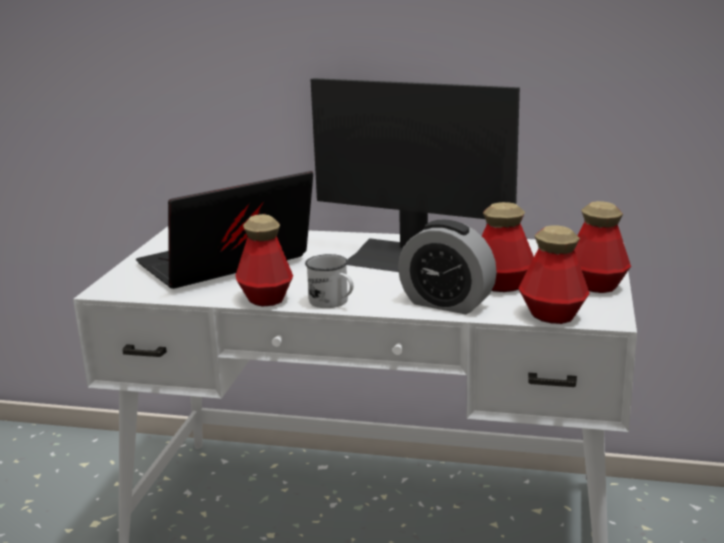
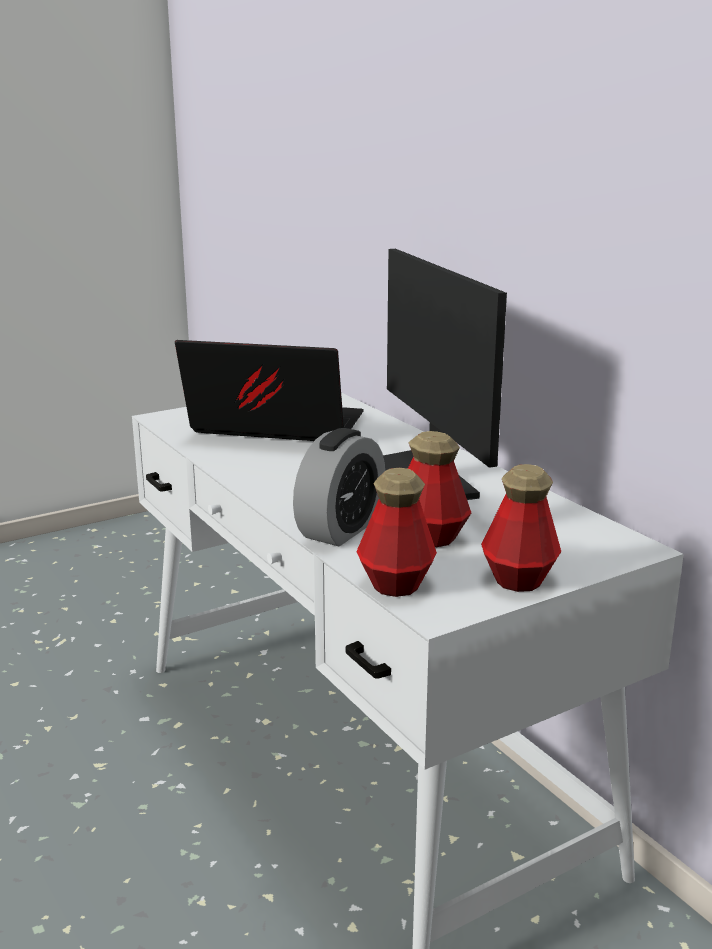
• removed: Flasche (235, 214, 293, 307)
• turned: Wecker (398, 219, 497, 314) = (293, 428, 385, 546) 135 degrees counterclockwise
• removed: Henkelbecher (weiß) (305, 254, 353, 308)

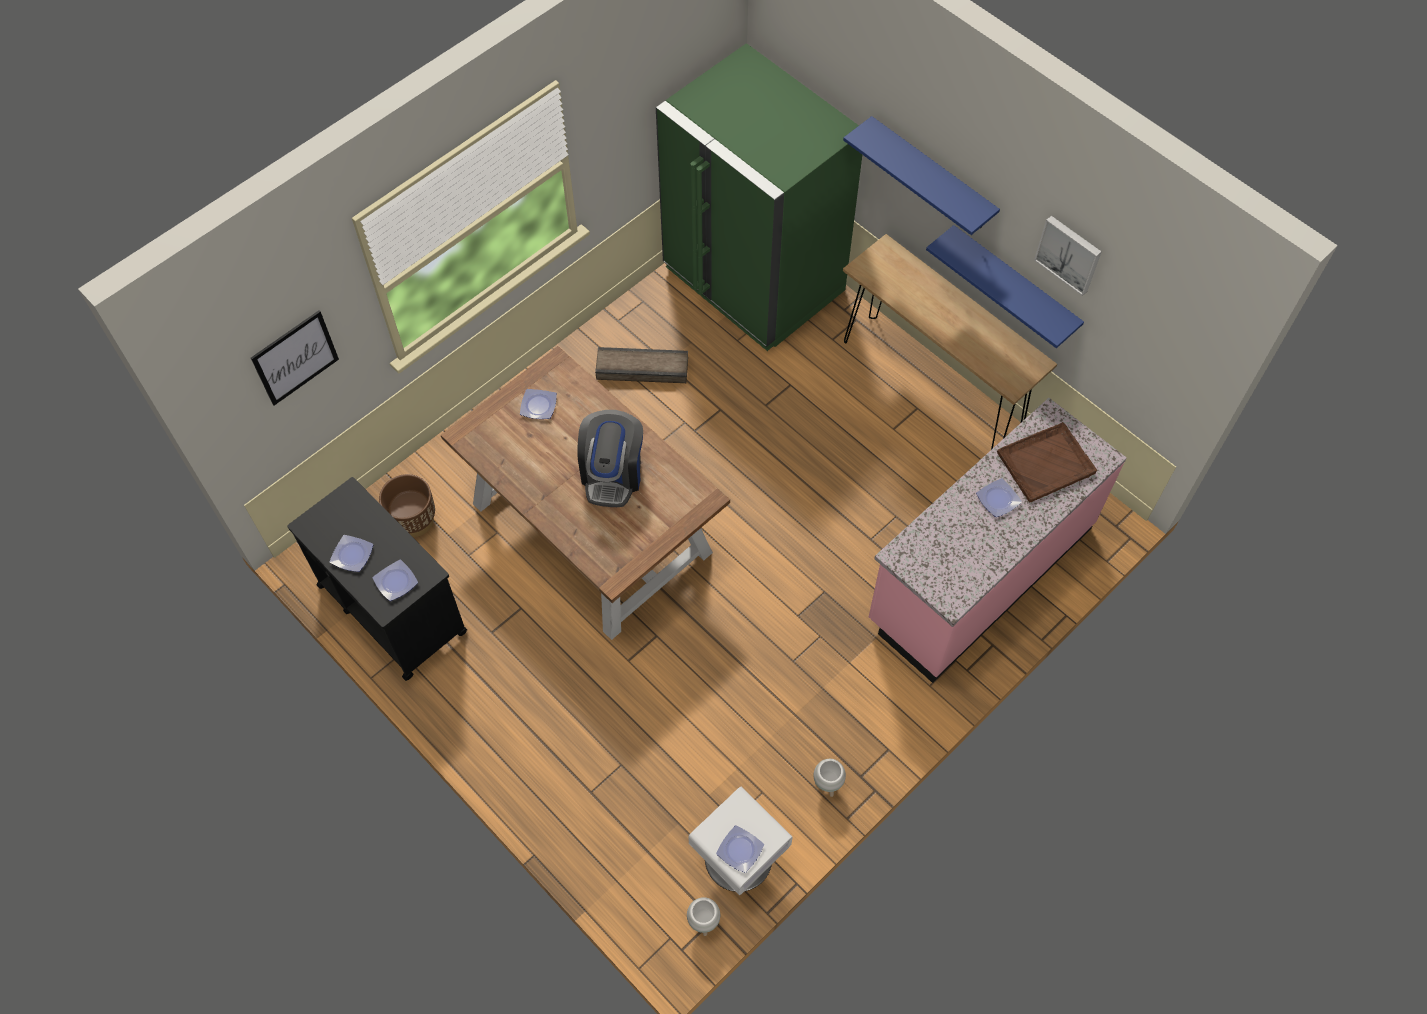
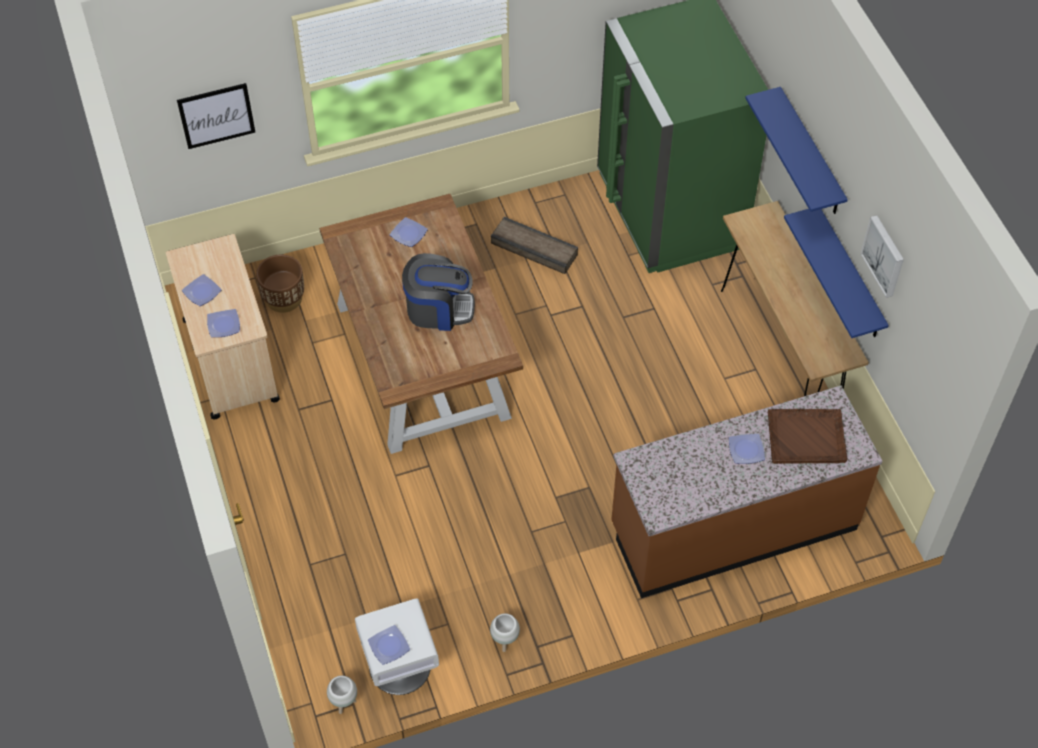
• recoloured: Küchenzeile (rosa) (869, 398, 1127, 683) to Küchenzeile (braun) (611, 386, 882, 598)
• turned: Kaffeemaschine (577, 410, 643, 507) = (402, 253, 475, 331) 120 degrees counterclockwise
• recoloured: Rollwagen (schwarz) (287, 477, 467, 681) to Rollwagen (beige) (166, 234, 280, 419)

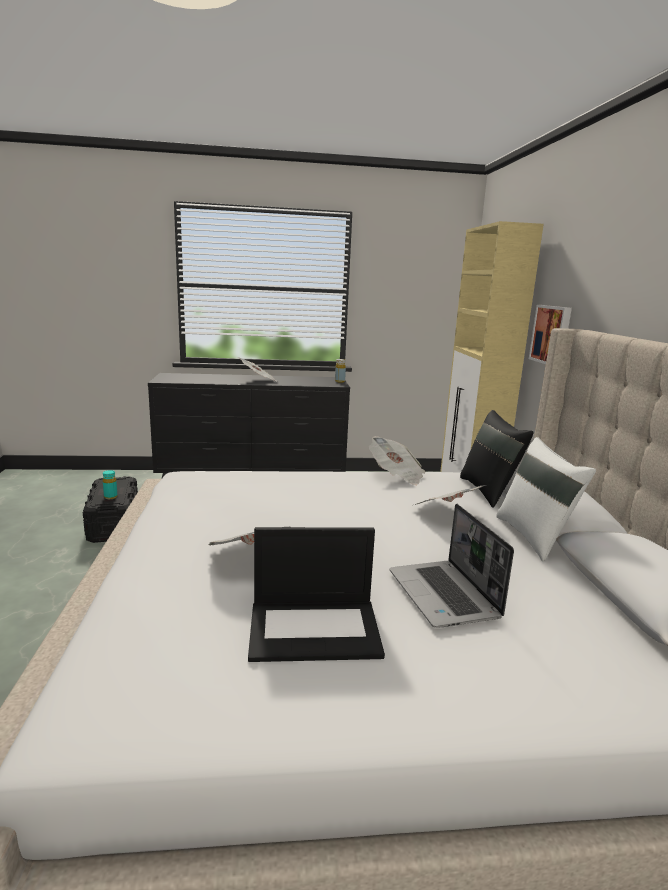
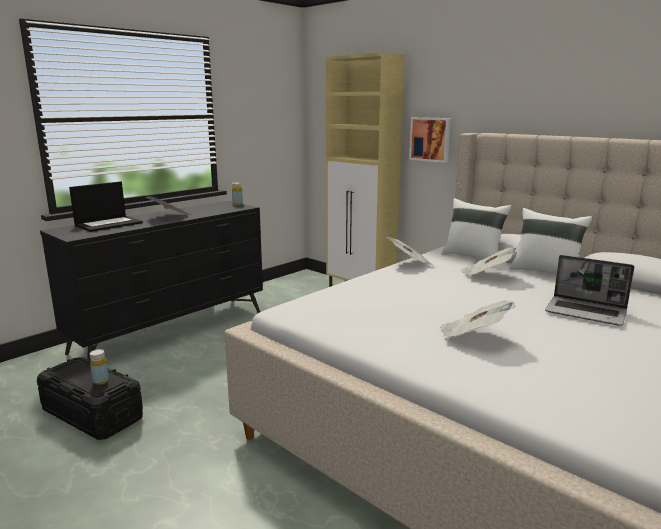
• recoloured: Kissen (schwarz) (460, 410, 534, 508) to Kissen (weiß) (442, 198, 512, 260)
• recoloured: Flasche (türkis) (103, 470, 118, 499) to Flasche (gelb) (90, 349, 109, 385)
• moved: Laptop (248, 527, 385, 662) to (69, 181, 143, 232)

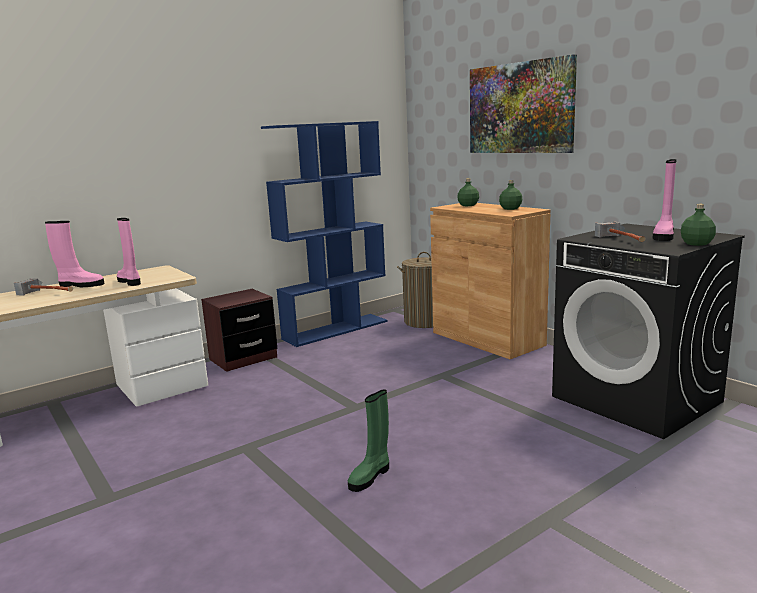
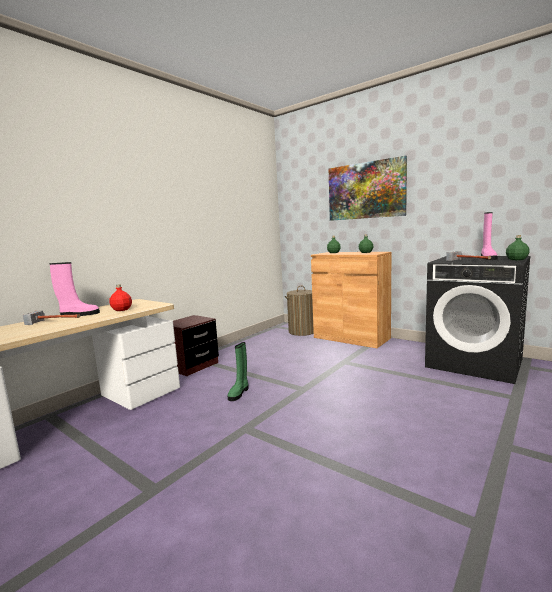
• removed: Bücherregal (blau) (261, 121, 388, 347)
• replaced: Stiefel (rosa) (117, 218, 141, 286) to Flasche (rot) (109, 284, 132, 311)
• moved: Stiefel (grün) (348, 389, 389, 492) to (228, 342, 249, 401)

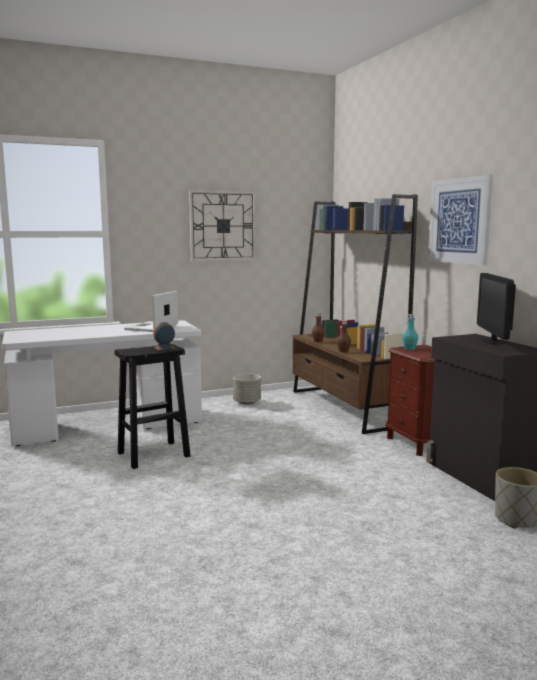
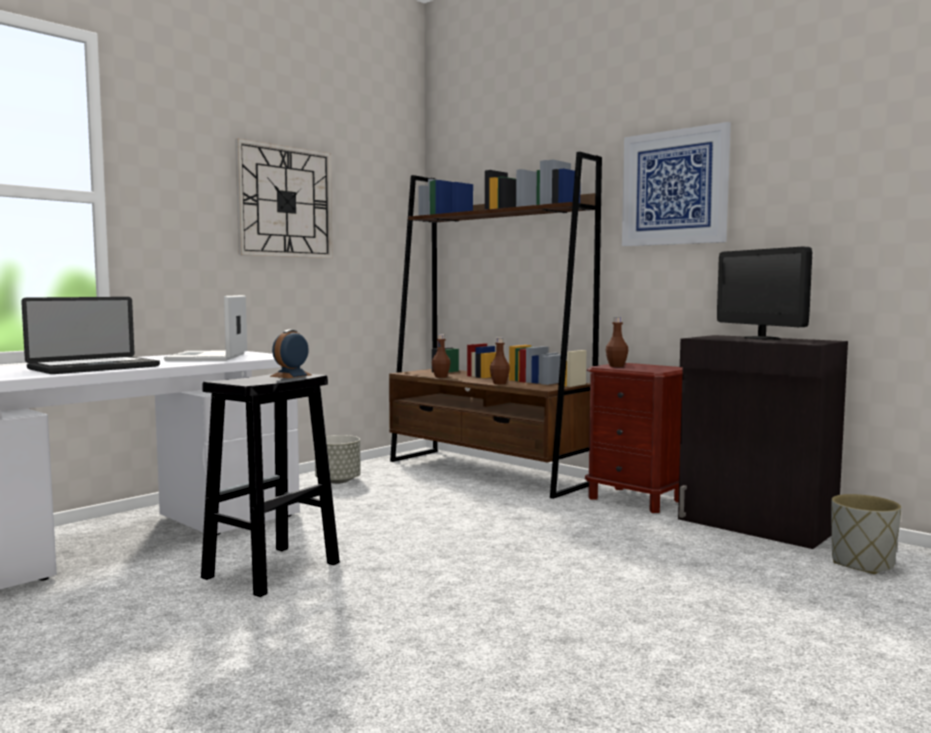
• recoloured: Flasche (türkis) (402, 314, 418, 350) to Flasche (braun) (606, 317, 628, 367)
• added: Laptop (21, 297, 160, 374)

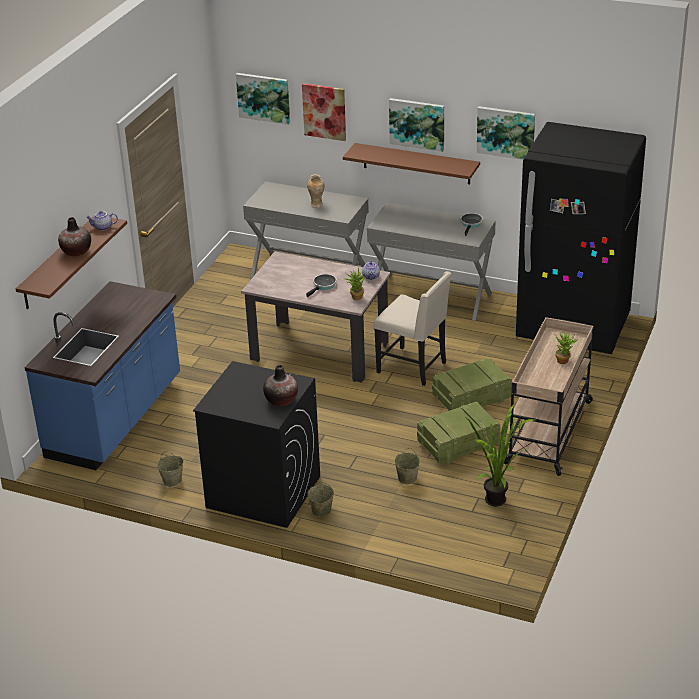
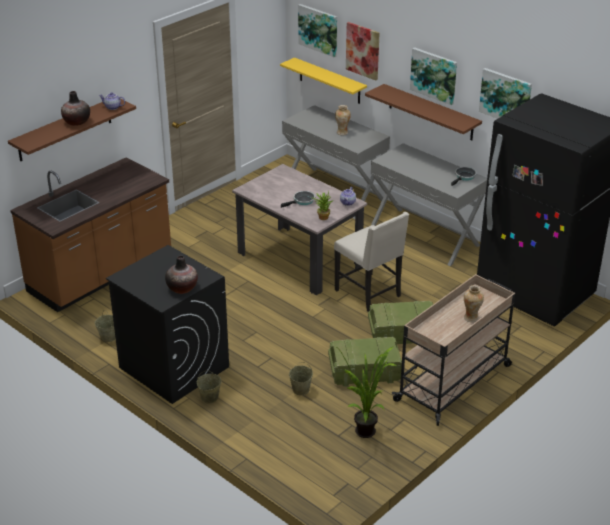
• recoloured: Küchenzeile (blau) (24, 281, 180, 470) to Küchenzeile (braun) (10, 157, 171, 312)
• replaced: Topfpflanze (554, 332, 578, 364) to Vase (464, 285, 484, 322)
• added: Wandregal (gelb) (280, 58, 367, 104)

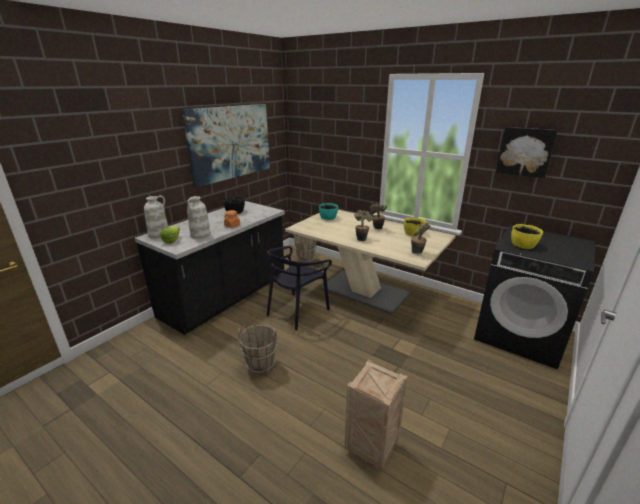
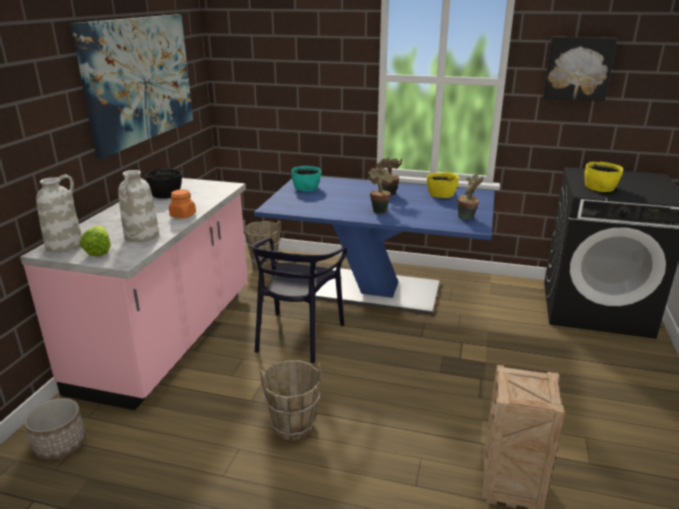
• recoloured: Küchenzeile (schwarz) (135, 201, 285, 335) to Küchenzeile (rosa) (20, 178, 248, 410)
• recoloured: Esstisch (beige) (285, 210, 456, 315) to Esstisch (blau) (254, 176, 495, 315)
• added: Pflanzkübel (24, 398, 86, 460)

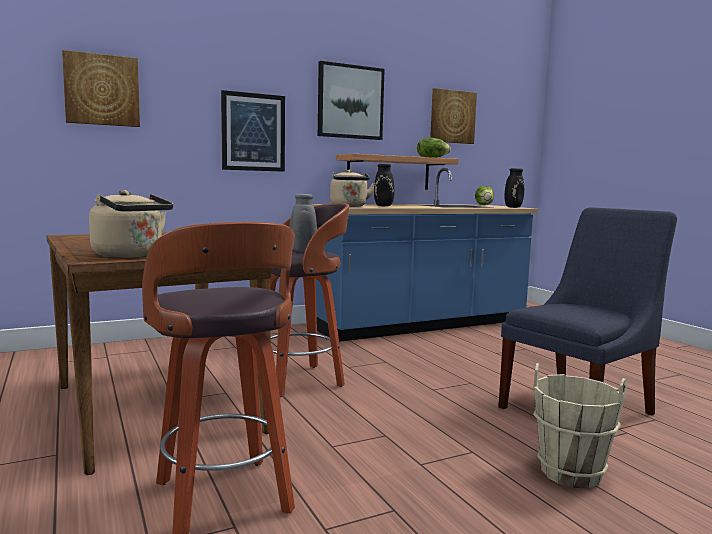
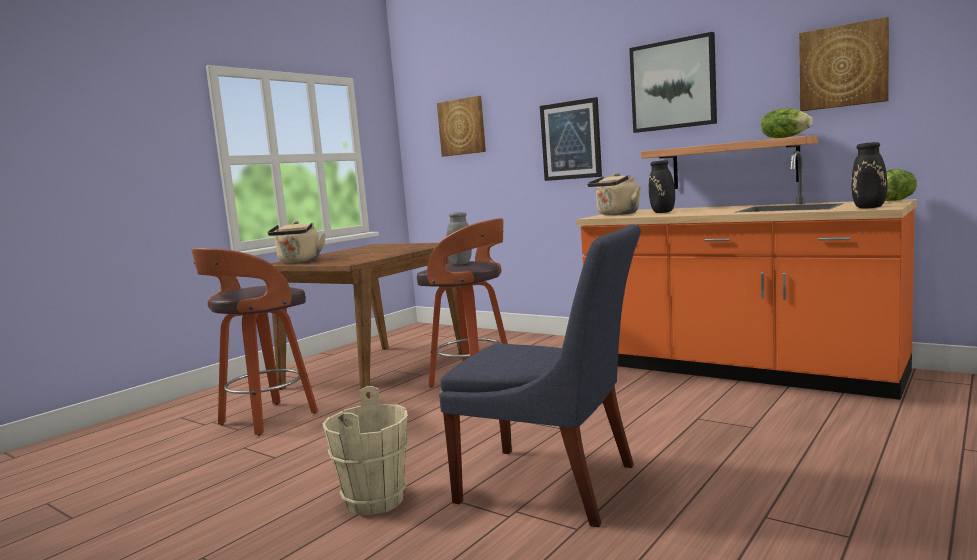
• recoloured: Küchenzeile (blau) (312, 168, 538, 342) to Küchenzeile (orange) (576, 151, 917, 400)

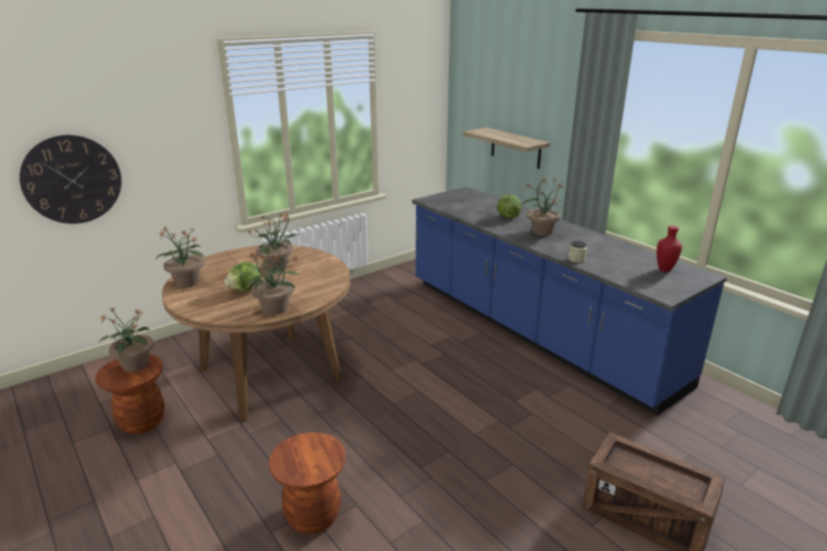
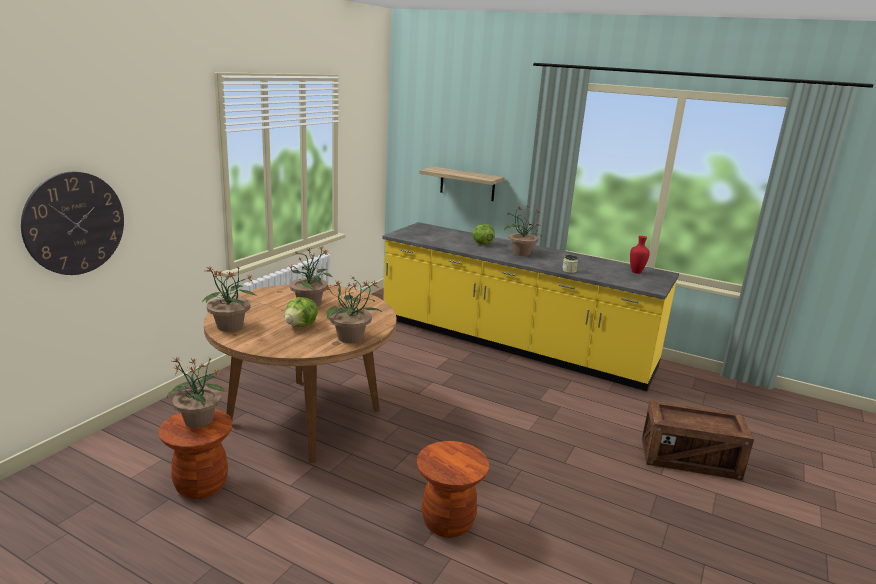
• recoloured: Küchenzeile (blau) (412, 187, 727, 416) to Küchenzeile (gelb) (382, 222, 679, 391)

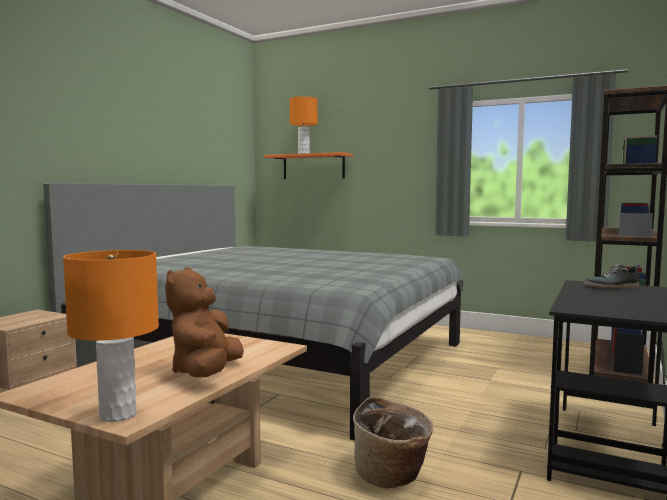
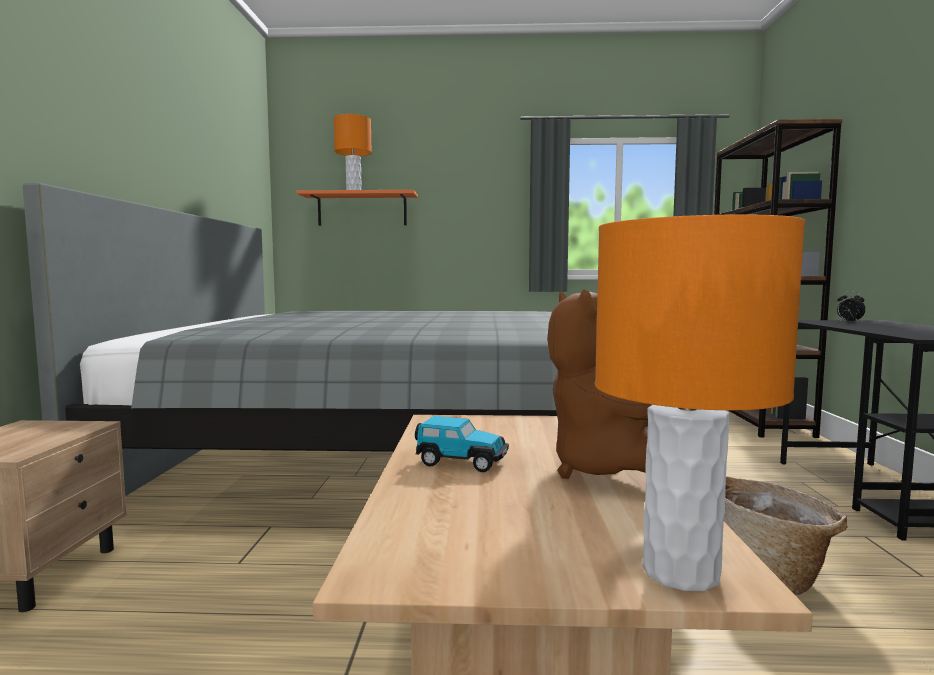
• replaced: Schuh (585, 264, 640, 289) to Wecker (837, 291, 866, 322)
• added: Spielzeugauto (415, 416, 509, 472)

